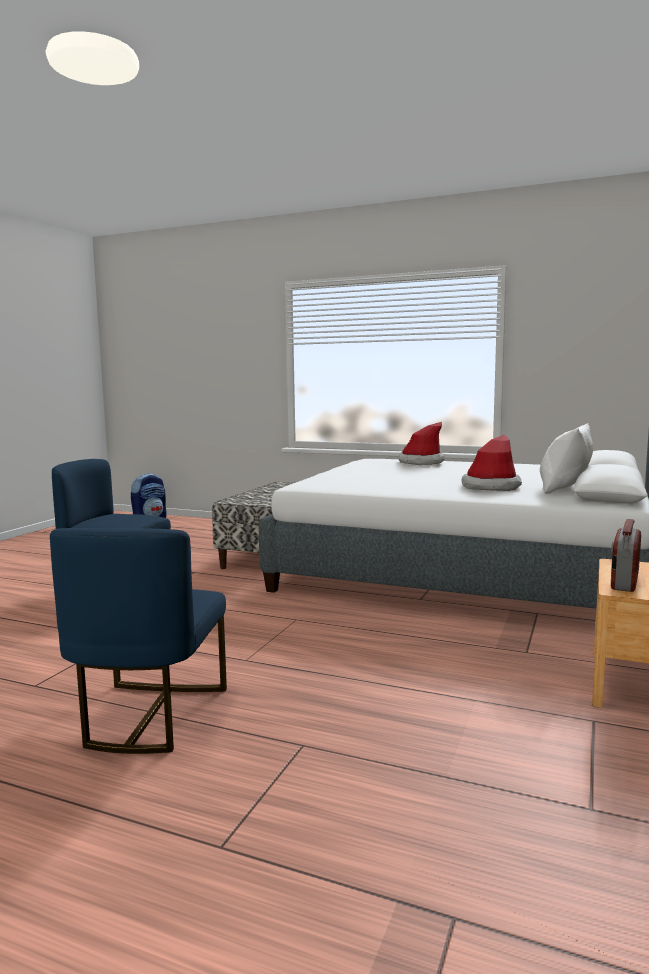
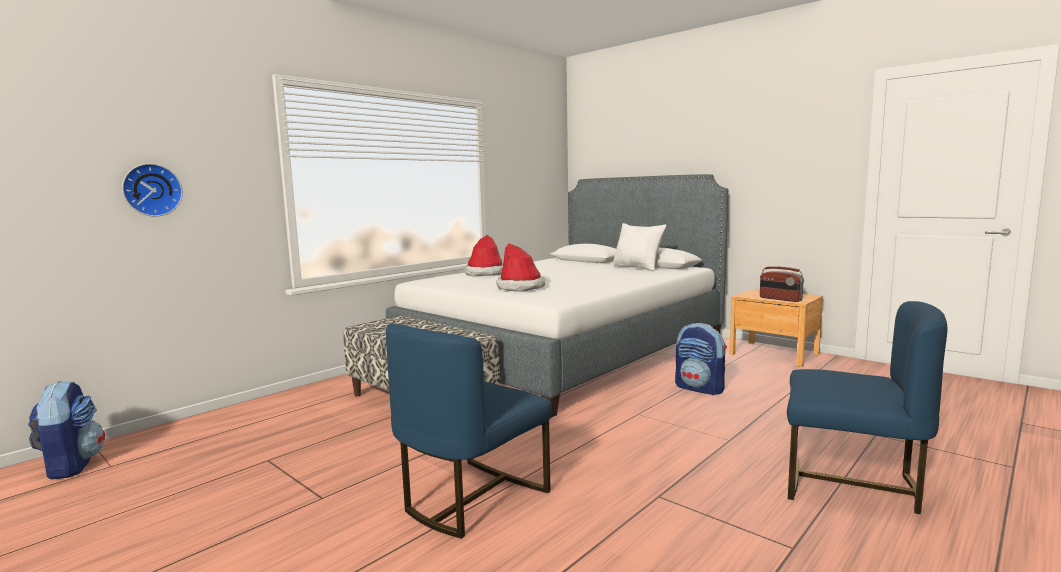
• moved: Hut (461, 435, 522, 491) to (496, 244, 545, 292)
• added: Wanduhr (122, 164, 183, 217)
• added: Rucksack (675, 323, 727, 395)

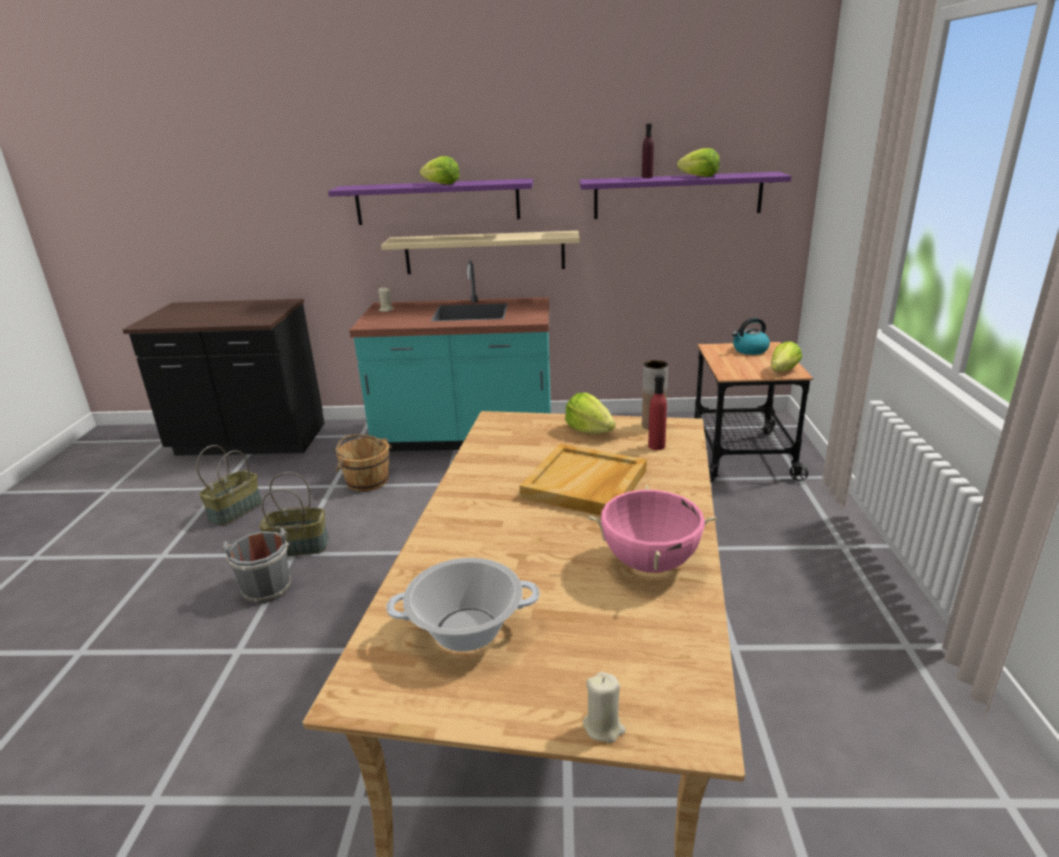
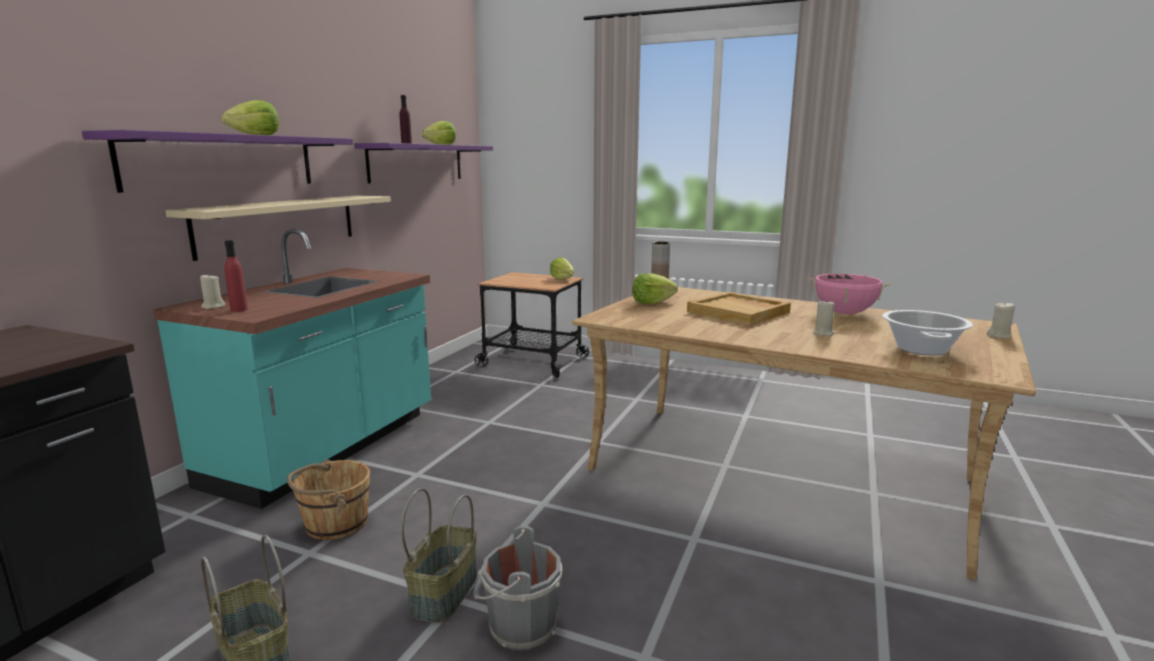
• removed: Wasserkessel (732, 318, 770, 355)
• moved: Flasche (rot) (648, 375, 667, 450) to (224, 240, 248, 312)
• added: Kerze (beige) (813, 301, 835, 336)

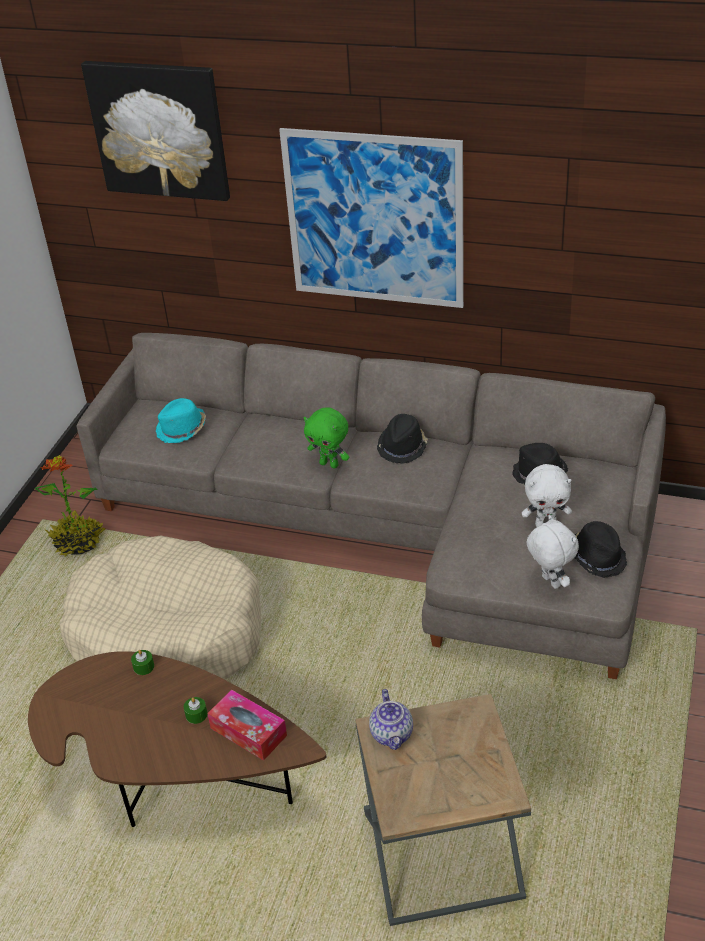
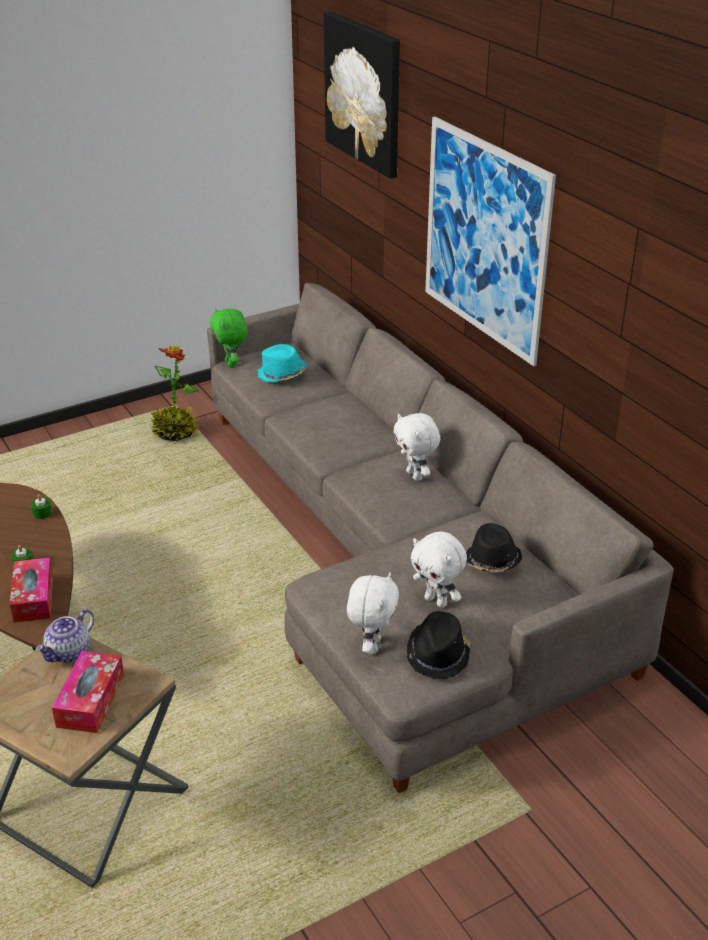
• moved: Plüschtier (grün) (303, 408, 349, 469) to (210, 308, 247, 368)
• replaced: Hut (schwarz) (377, 414, 428, 464) to Plüschtier (weiß) (394, 413, 440, 481)
• removed: Hundebett (beige) (60, 536, 261, 680)
• added: Taschentuchbox (52, 651, 124, 733)

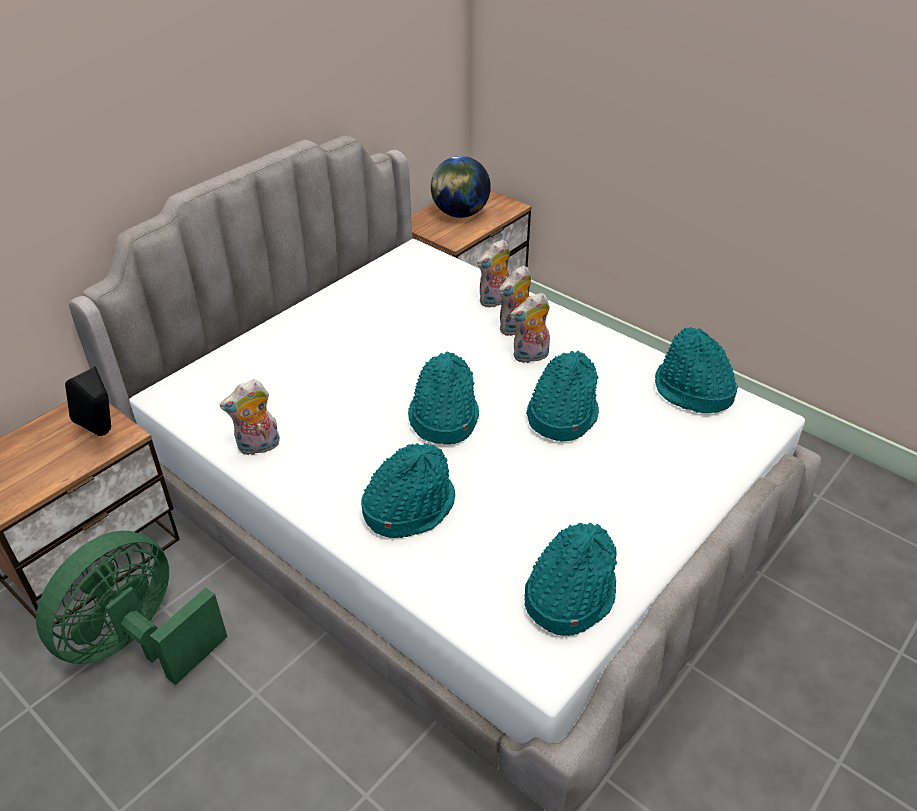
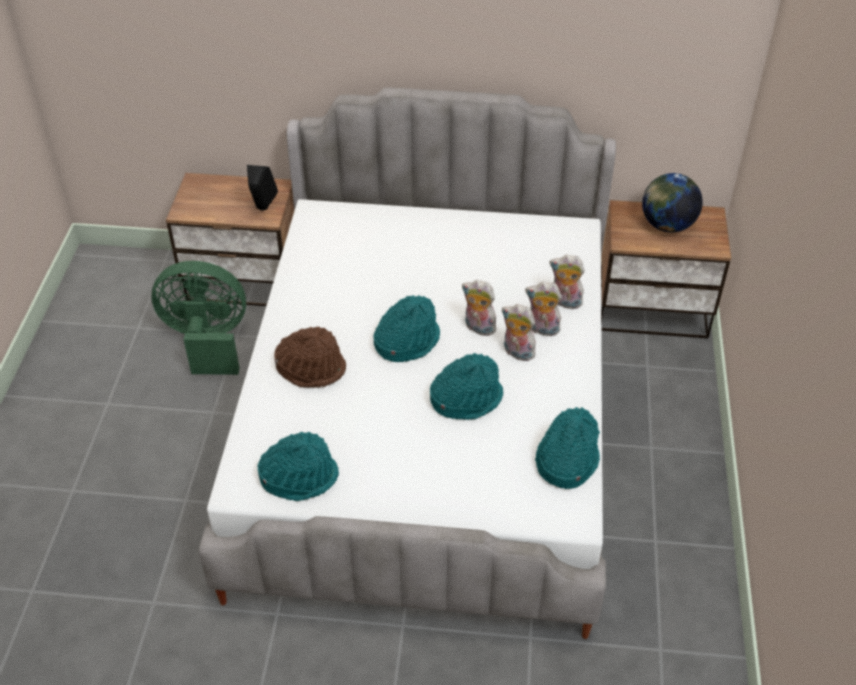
• moved: Plüschtier (220, 379, 280, 455) to (462, 280, 496, 337)
• recoloured: Hut (türkis) (361, 443, 455, 538) to Hut (braun) (274, 326, 346, 388)

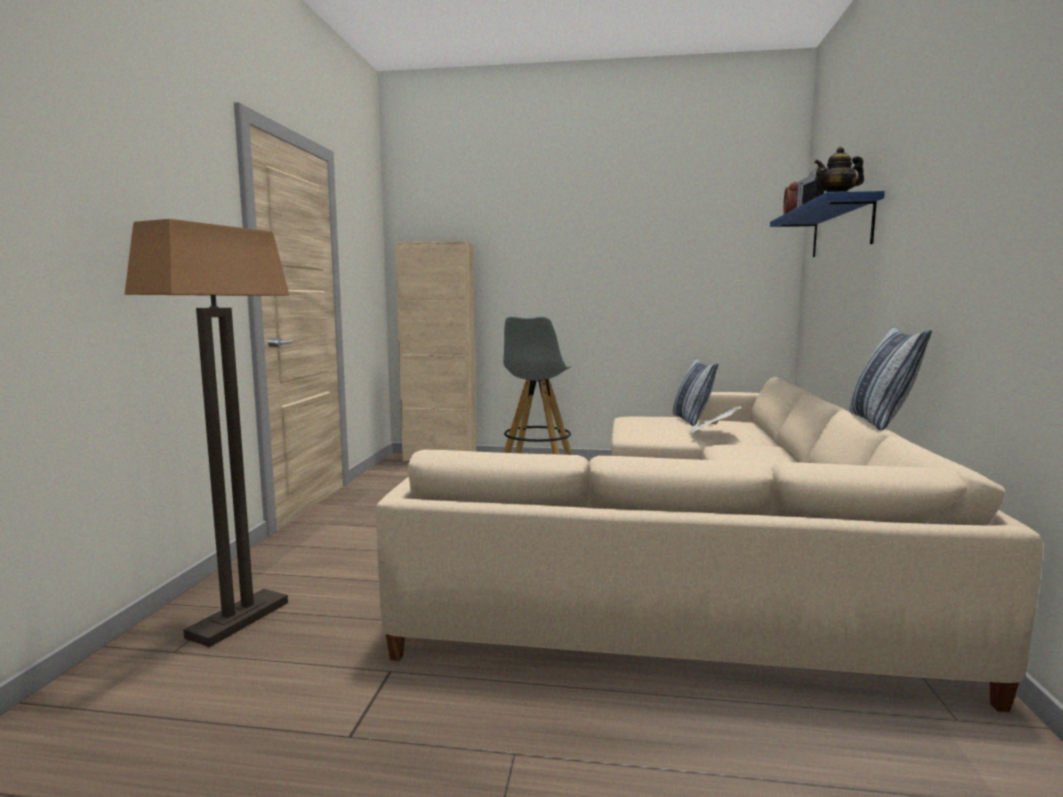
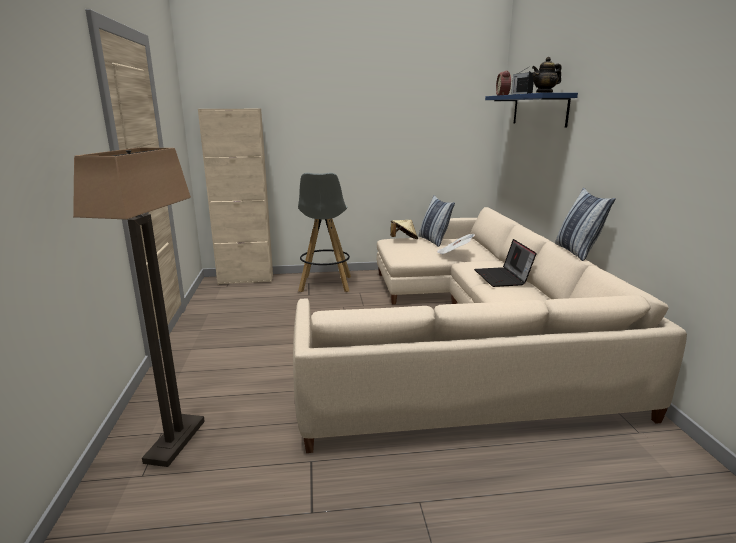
• added: Hut (beige) (390, 220, 418, 239)
• added: Laptop (474, 239, 537, 287)

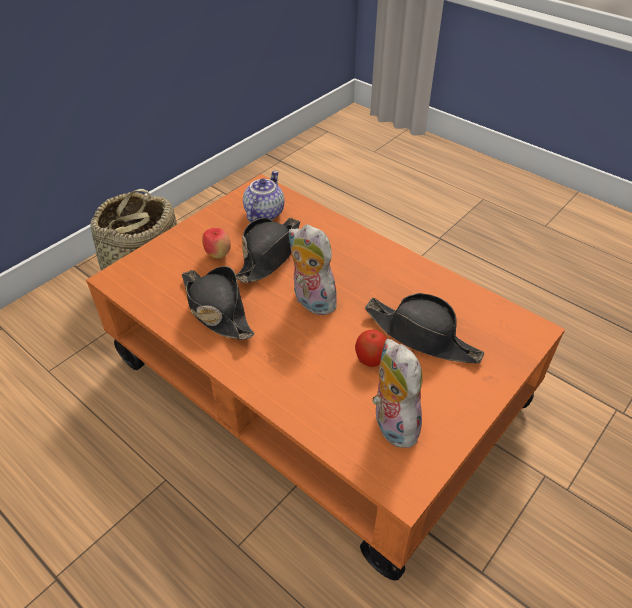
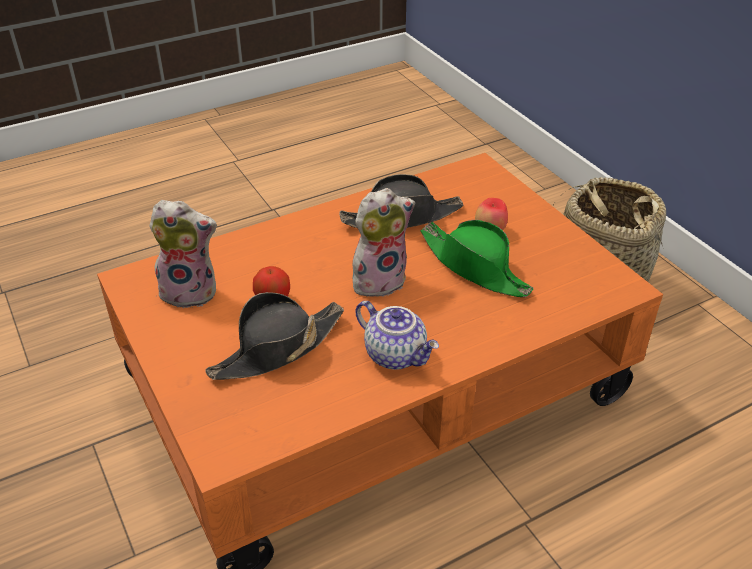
• moved: Teekanne (243, 171, 284, 222) to (355, 301, 439, 370)
• recoloured: Hut (schwarz) (236, 217, 300, 283) to Hut (grün) (420, 220, 534, 297)

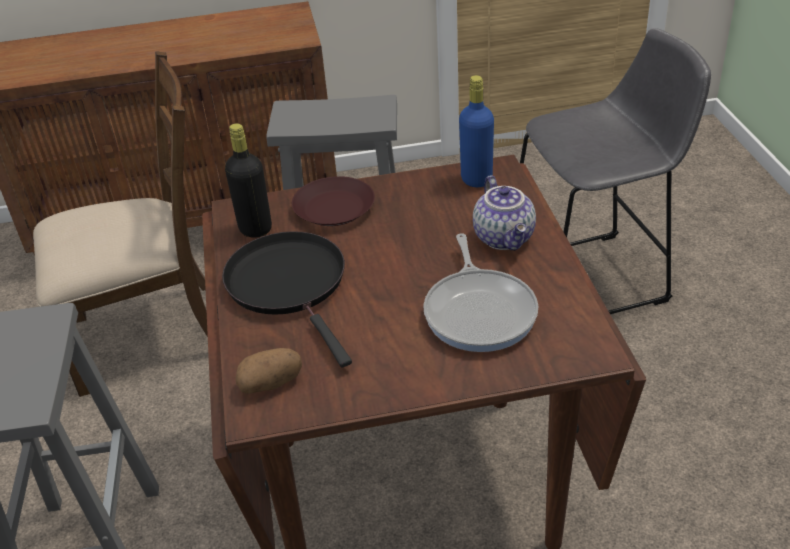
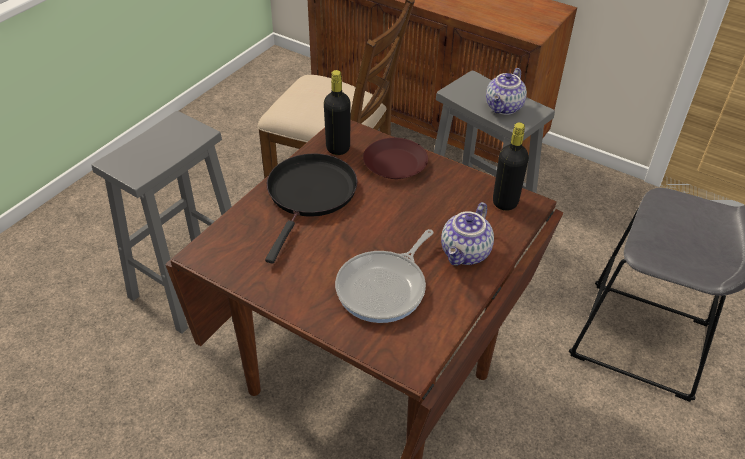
• recoloured: Flasche (blau) (459, 75, 494, 187) to Flasche (schwarz) (493, 122, 529, 211)
• removed: Kartoffel (236, 348, 302, 394)
• added: Teekanne (486, 68, 527, 115)

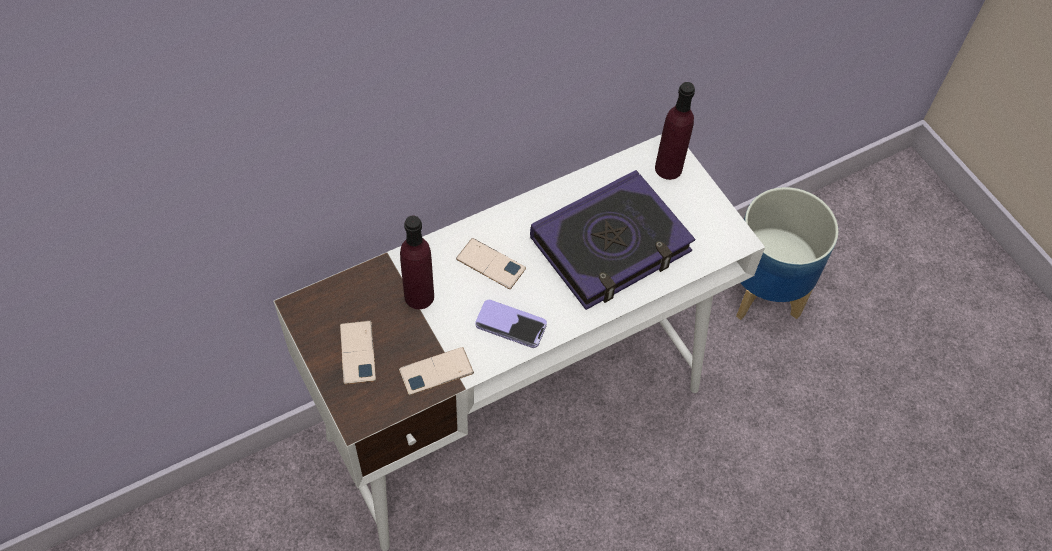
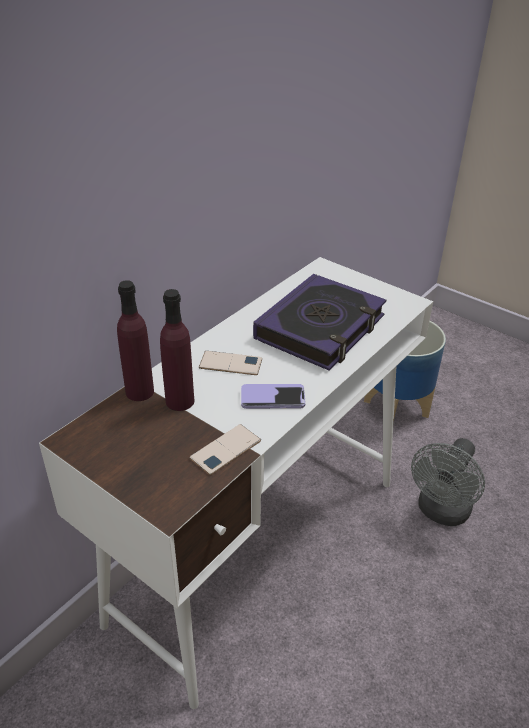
• moved: Flasche (lila) (655, 82, 695, 180) to (117, 280, 154, 401)
• removed: Handy (340, 321, 376, 385)
• added: Ventilator (grau) (411, 438, 485, 526)

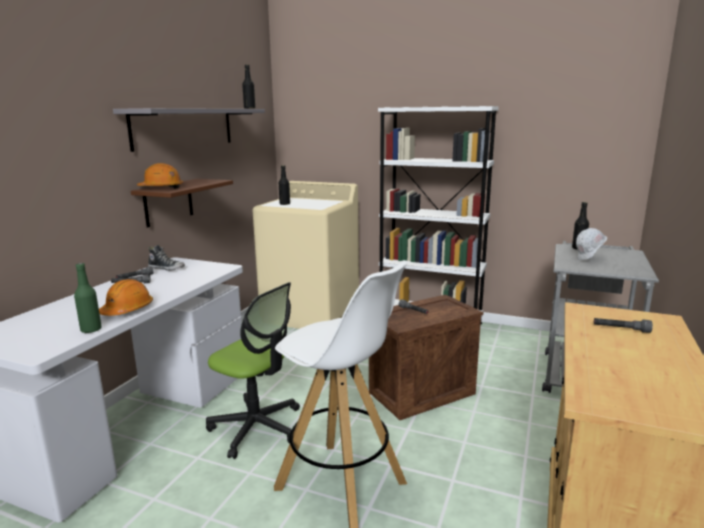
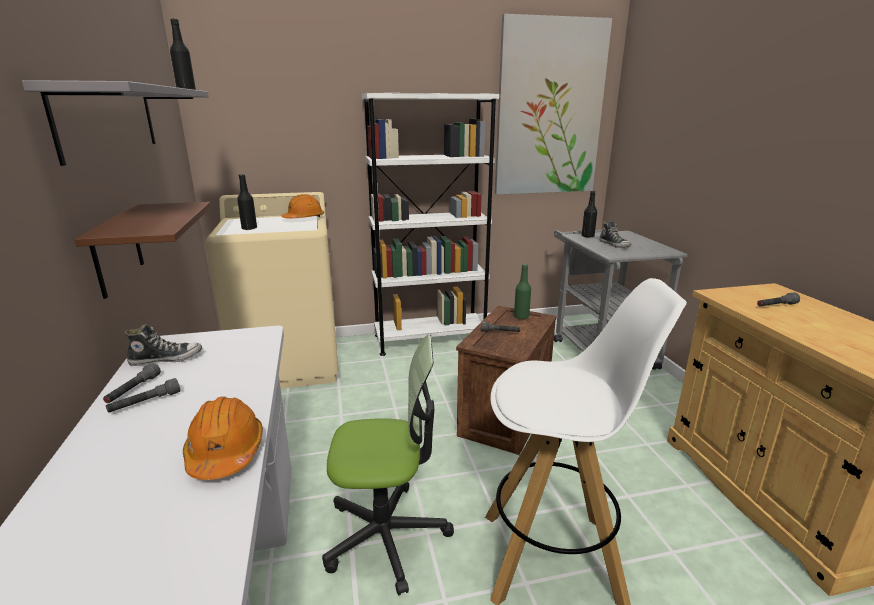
• moved: Schutzhelm (orange) (137, 163, 183, 189) to (281, 194, 324, 218)
• replaced: Schutzhelm (weiß) (576, 228, 607, 260) to Schuh (599, 221, 631, 248)
• moved: Flasche (grün) (74, 263, 102, 333) to (514, 264, 531, 319)
• added: Bild (495, 14, 612, 195)

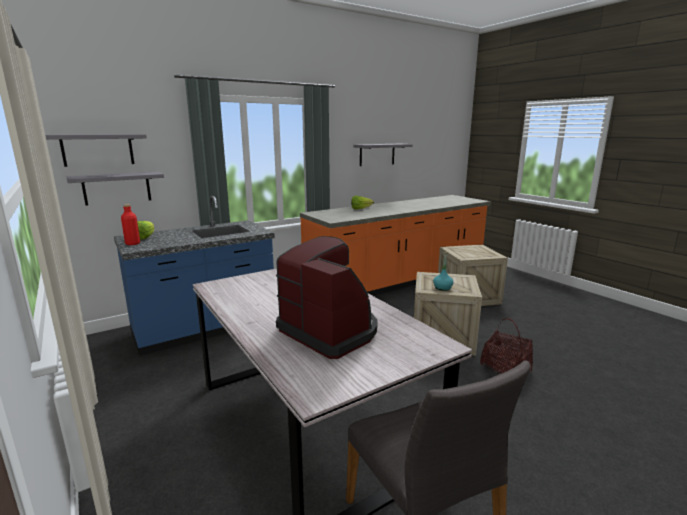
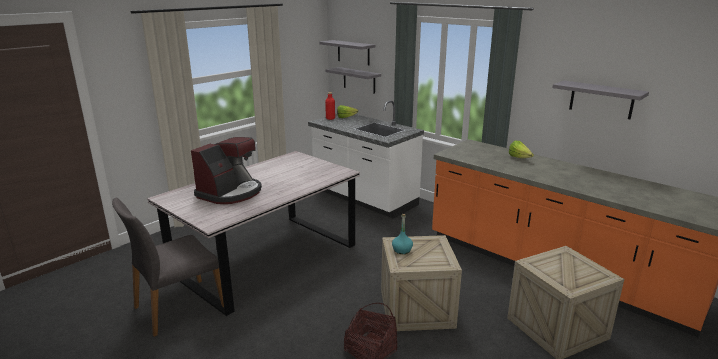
• recoloured: Küchenzeile (blau) (114, 196, 275, 356) to Küchenzeile (weiß) (308, 100, 424, 219)

